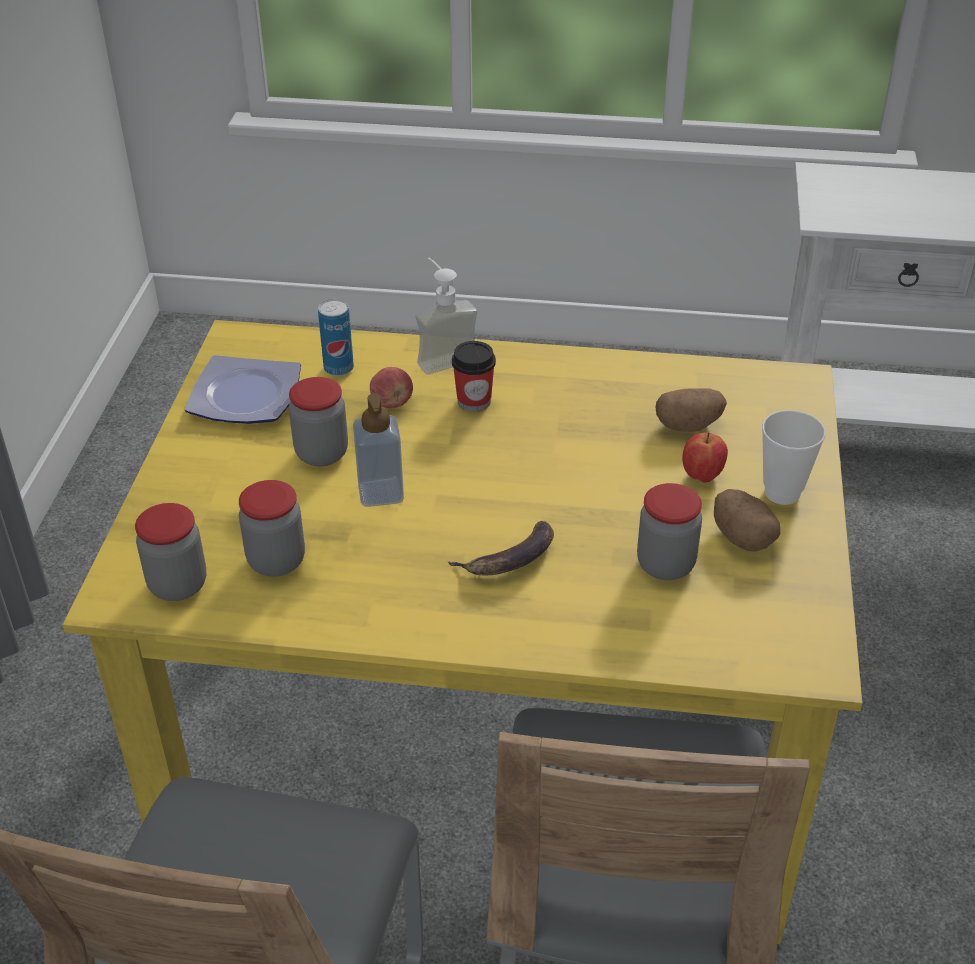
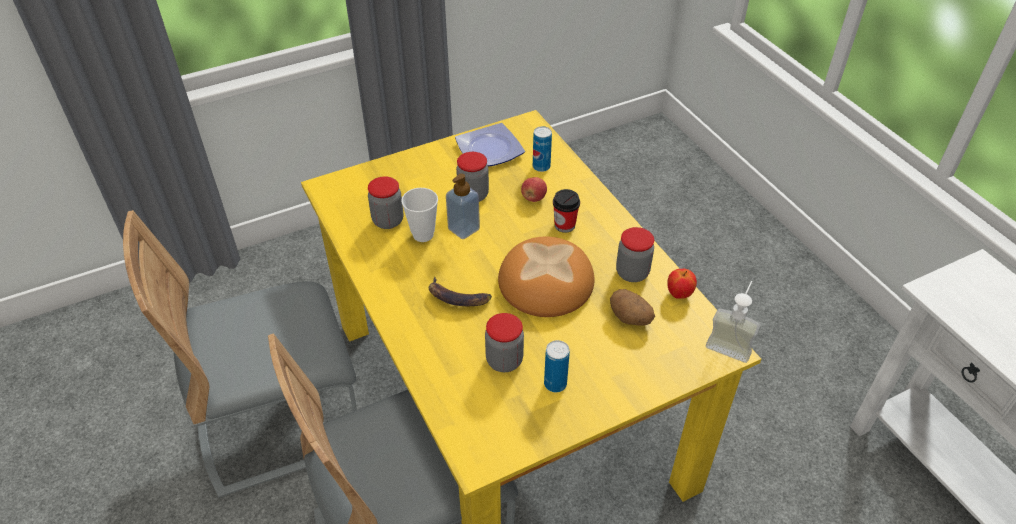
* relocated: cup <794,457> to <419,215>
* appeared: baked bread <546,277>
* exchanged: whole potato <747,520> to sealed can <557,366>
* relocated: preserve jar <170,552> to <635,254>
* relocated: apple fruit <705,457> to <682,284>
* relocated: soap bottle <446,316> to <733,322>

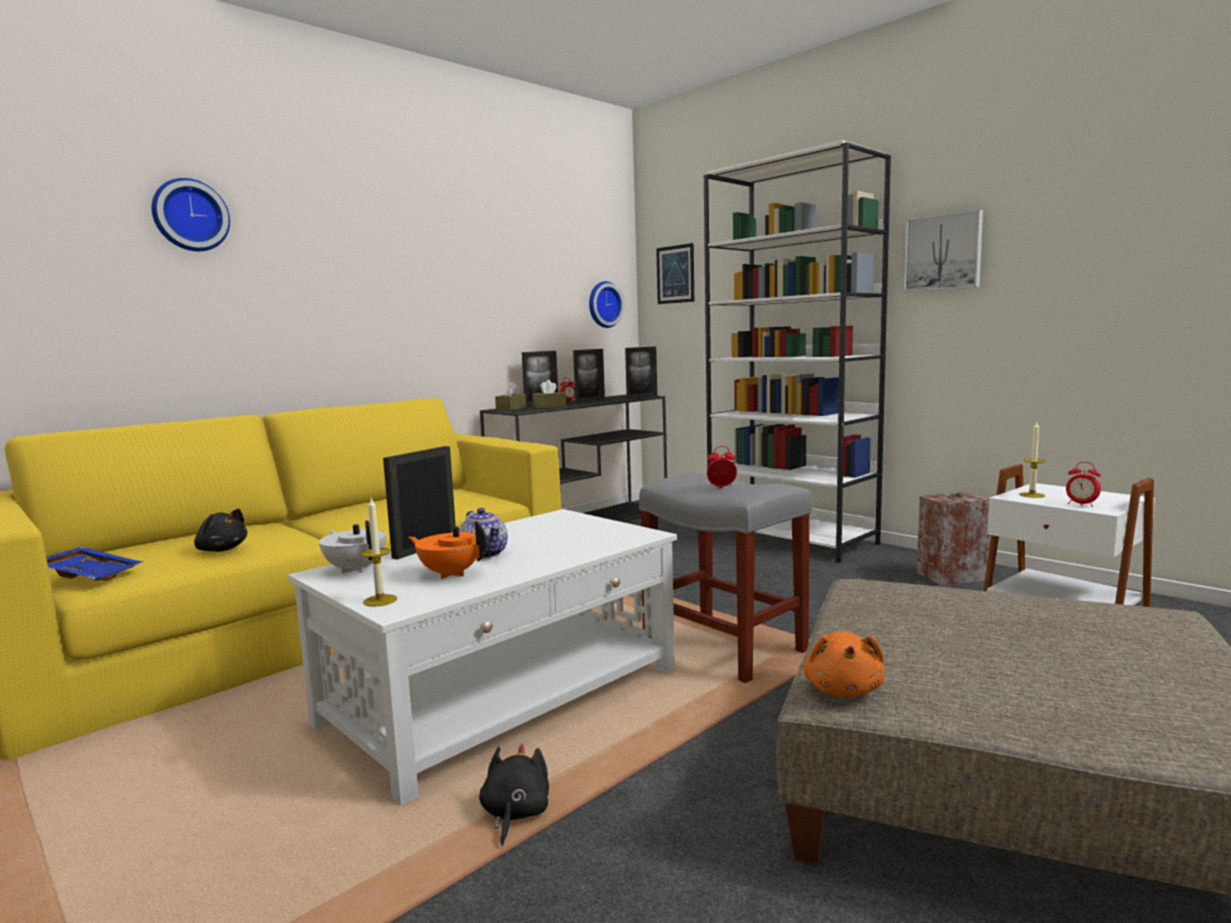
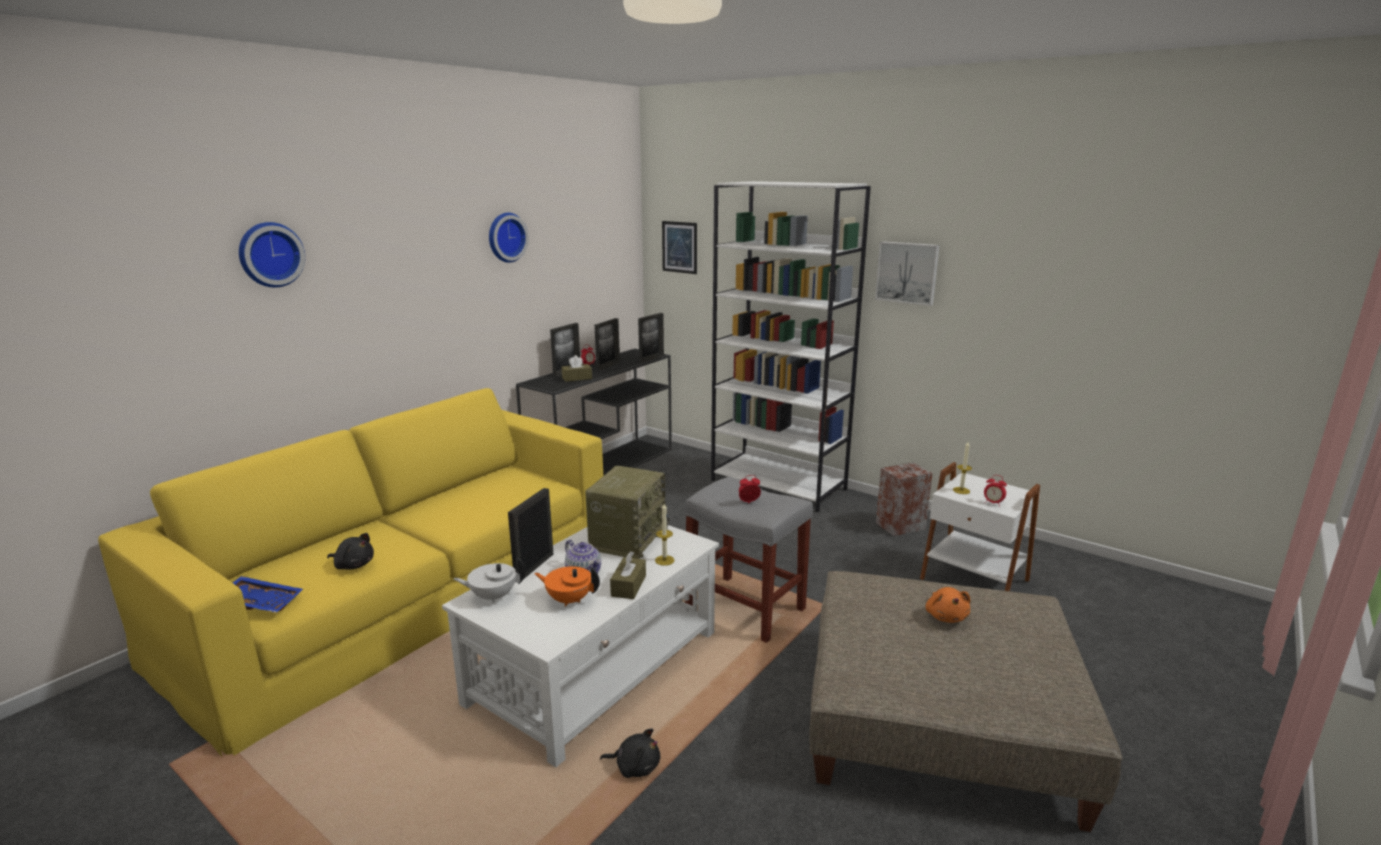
* spun: whitish teapot <352,547> = <489,580> 45 degrees counterclockwise
* relocated: wall clock <606,304> to <509,238>
* appeared: radio <627,512>
* spun: black-coloured plush toy <514,794> = <630,753> 105 degrees clockwise
* relocated: brownish box of tissues <510,396> to <628,575>
* relocated: candle <379,552> to <665,535>
* relocated: orange-coloured plush toy <844,664> to <948,605>

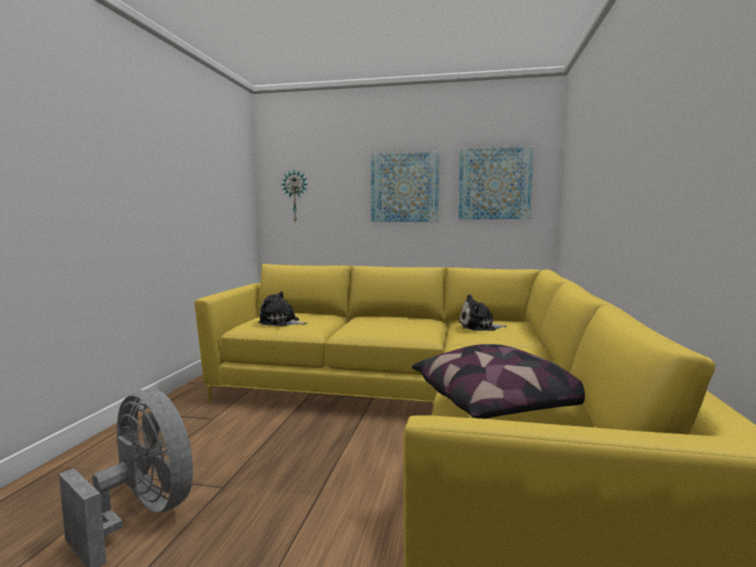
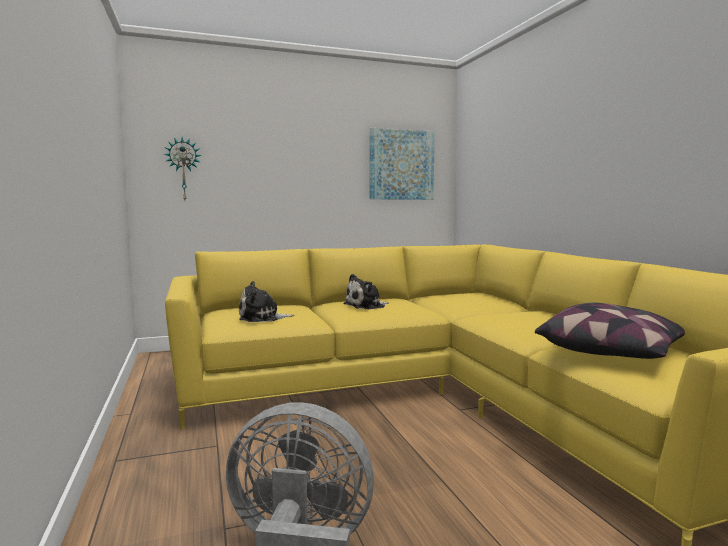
* relocated: plush toy <483,312> to <366,292>
* missing: wall picture <405,186>

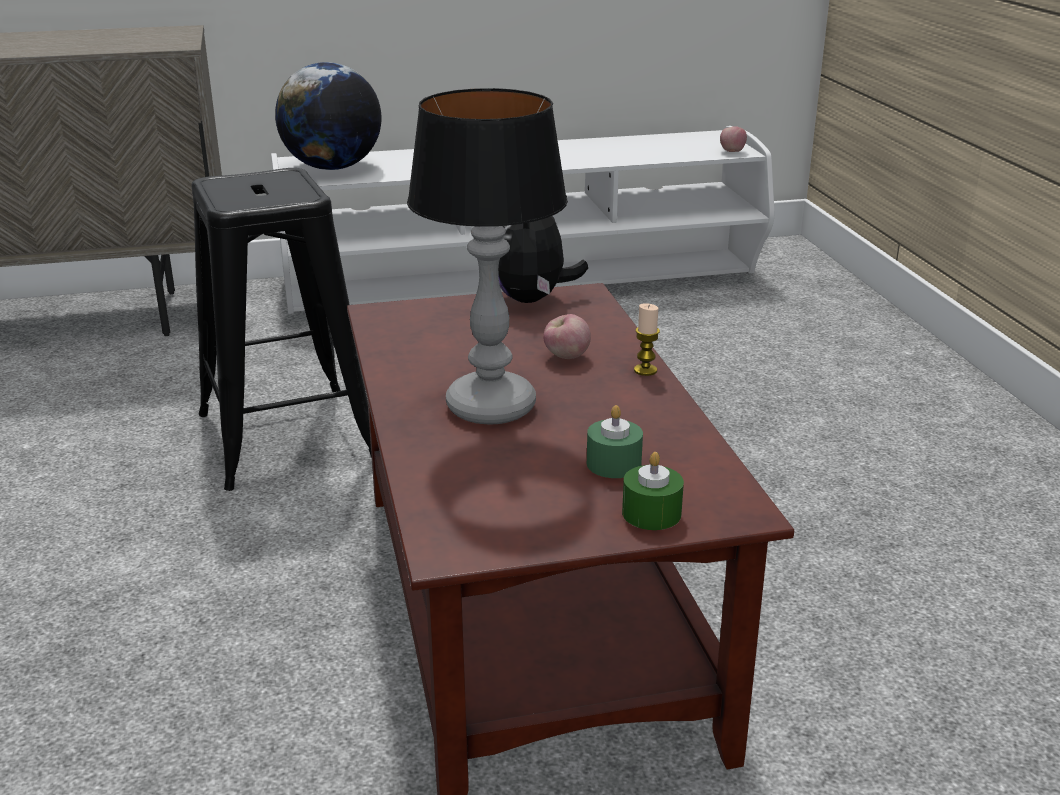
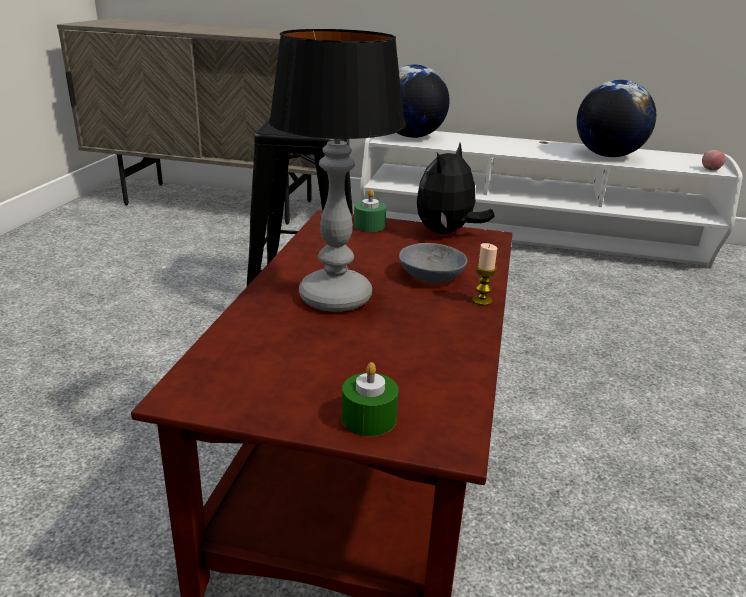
* relocated: green-coloured candle <615,441> to <370,210>
* exchanged: apple fruit <567,336> to grey deep dish <433,263>
* appeared: world globe <616,118>

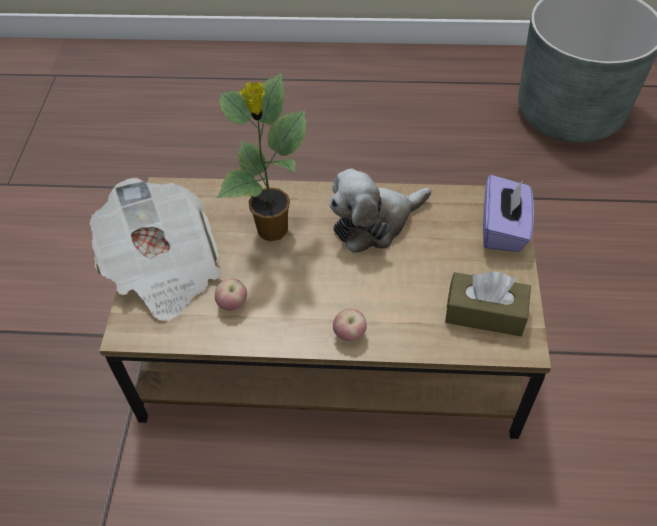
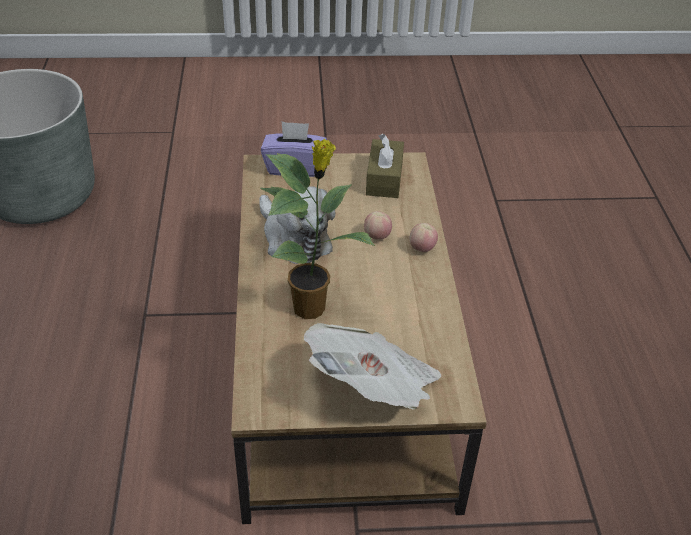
* relocated: apple fruit <231,294> to <378,225>

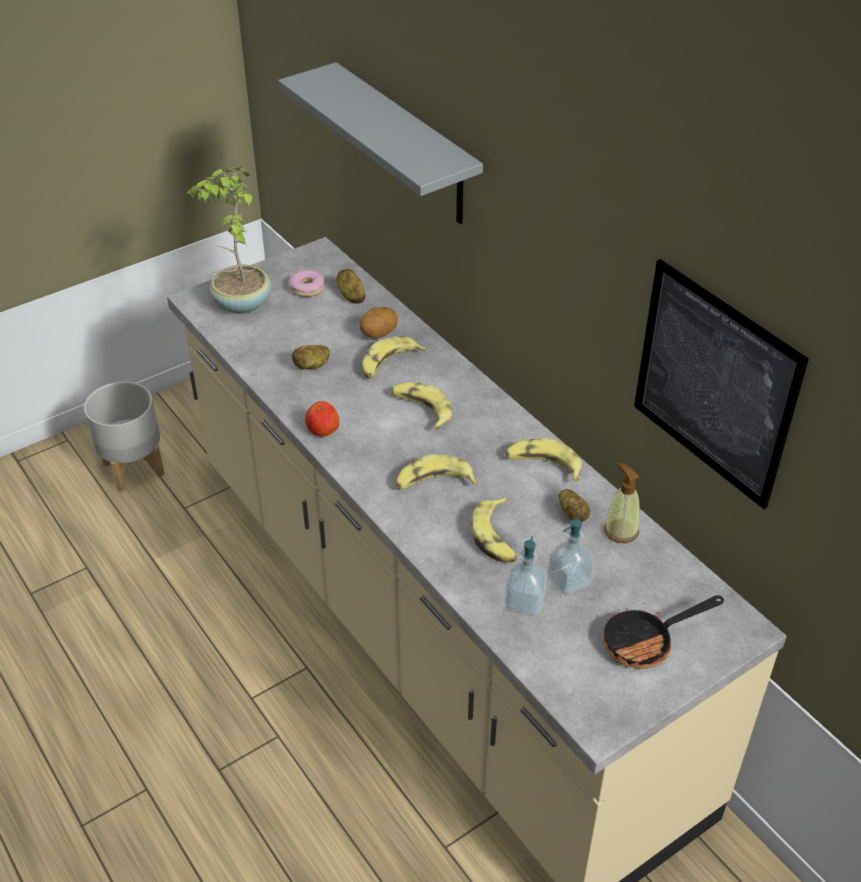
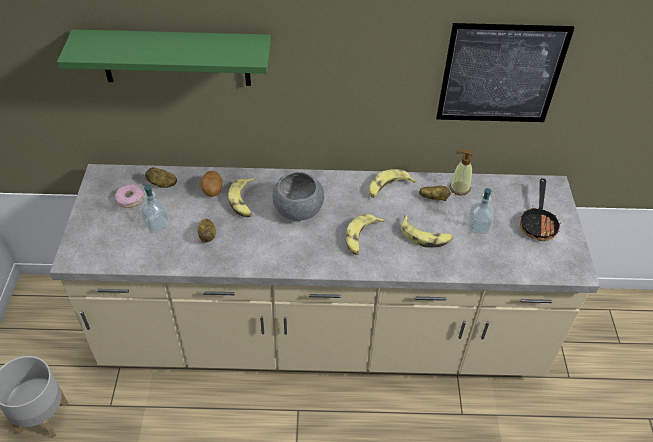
* colour: grey wall shelf <380,143> to green-coloured wall shelf <164,57>
* relocated: soap bottle <526,575> to <155,208>
* exchanged: whole banana <421,406> to grey deep dish <298,196>
* missing: houseplant <229,240>
* missing: apple fruit <322,418>

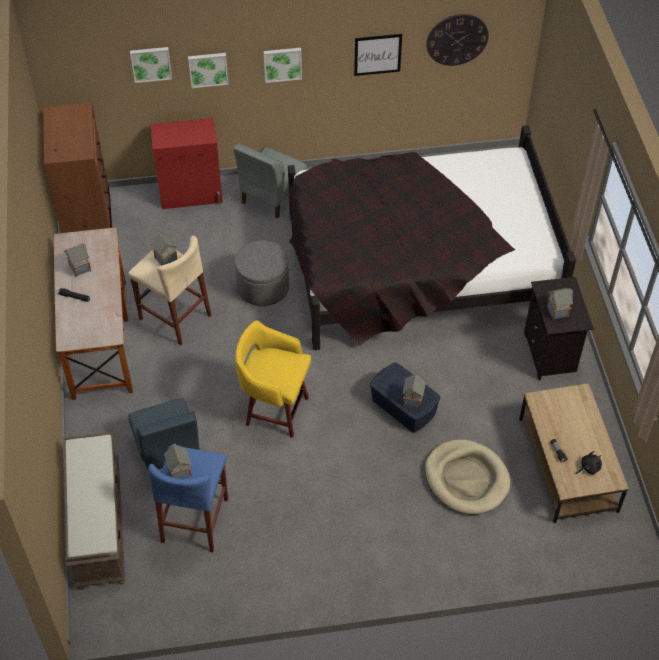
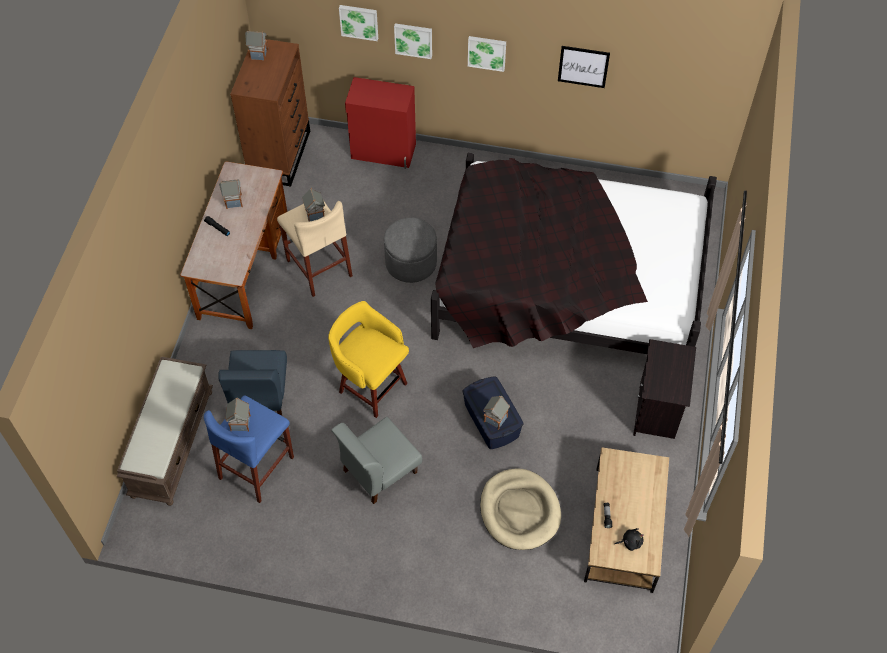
* relocated: miniature house <560,304> to <257,45>
* relocated: grey upright chair <270,180> to <376,460>
* missing: wall clock <457,40>

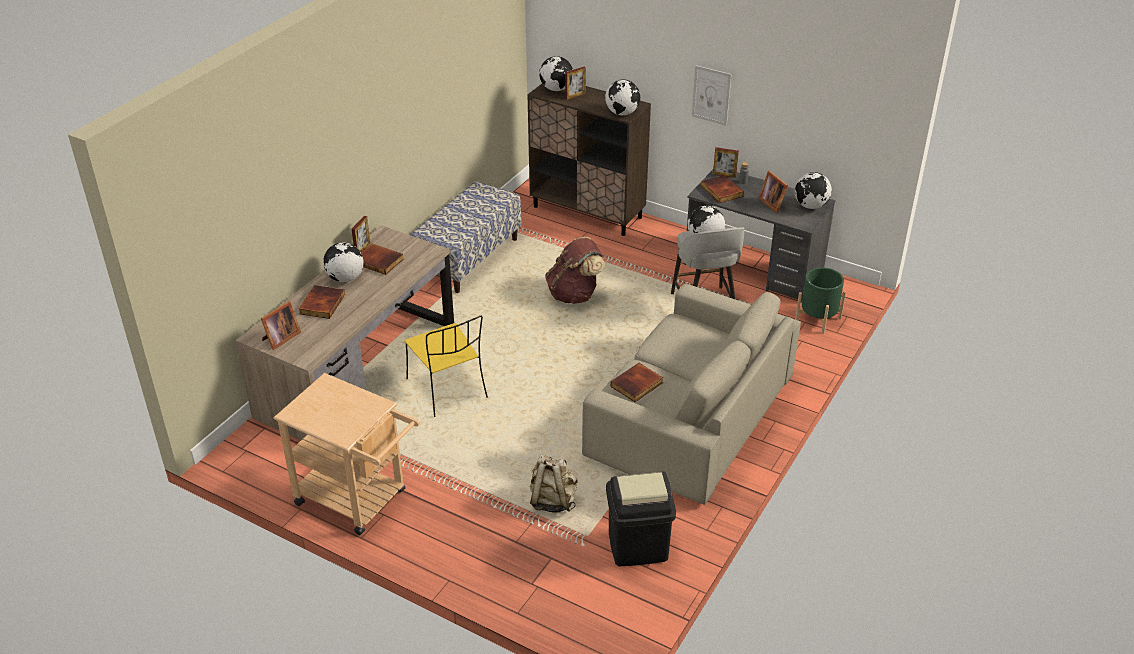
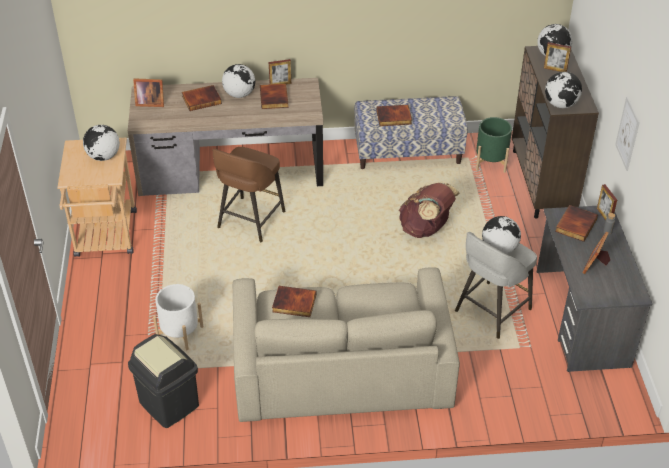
* relocated: world globe <813,190> to <101,143>
* exchanged: beige rucksack <553,484> to whitish plant pot <178,317>
* exchanged: yellow-coloured upright chair <446,366> to brownish sitting stool <248,194>
* appeared: volume <394,115>
* relocated: green-coloured plant pot <820,300> to <494,145>

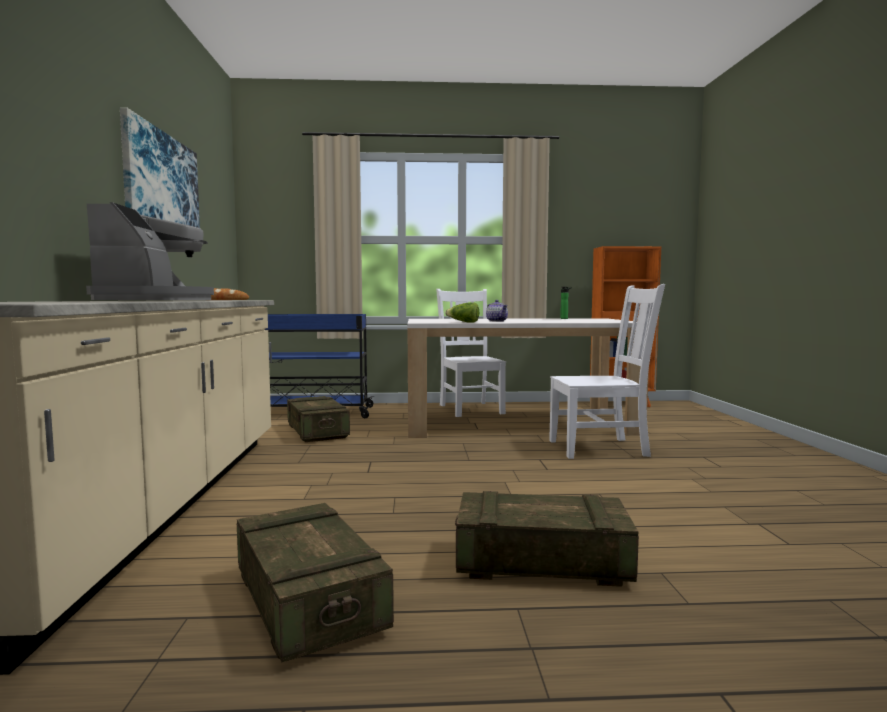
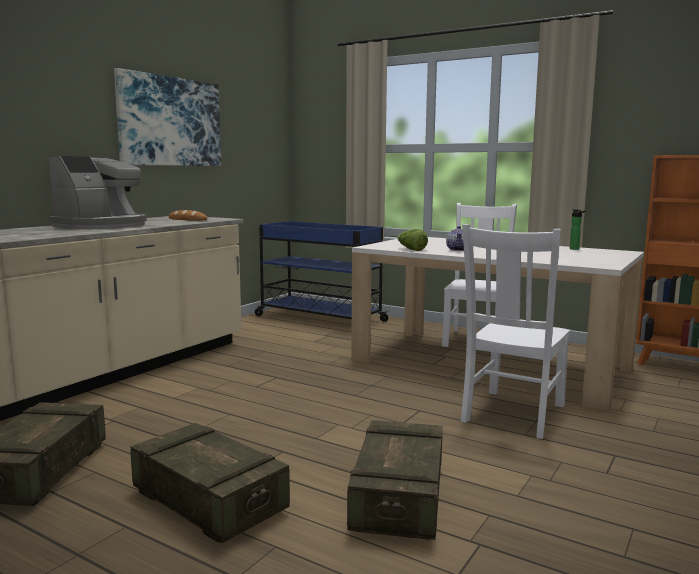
* relocated: crate <318,419> to <395,480>
* spun: whitish upright chair <607,371> = <515,331> 90 degrees clockwise

